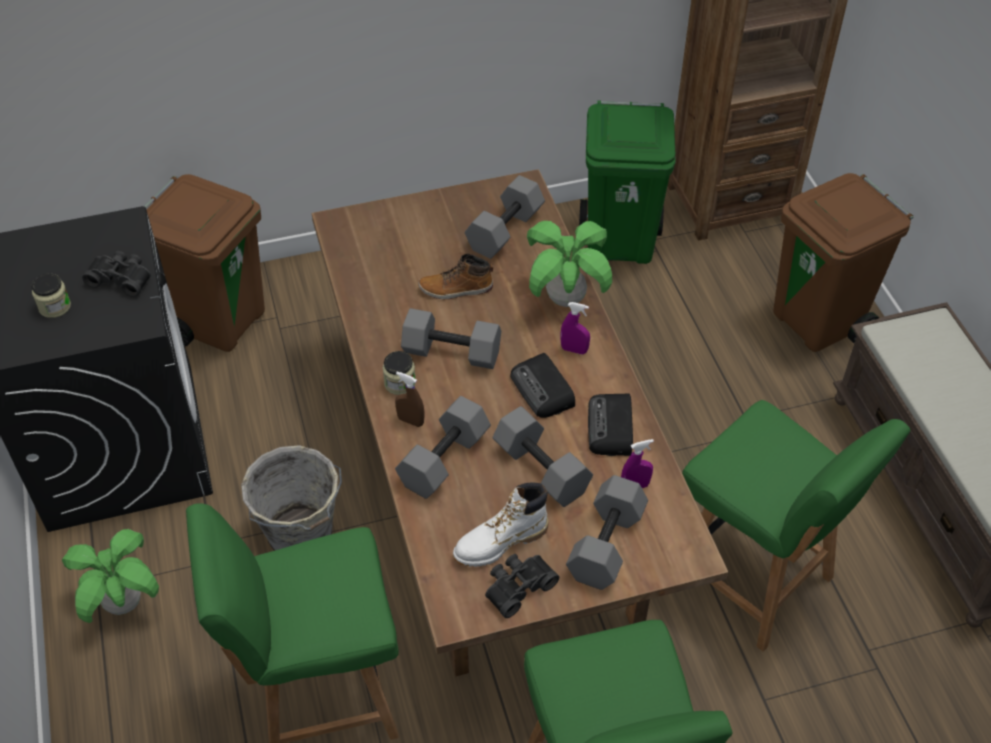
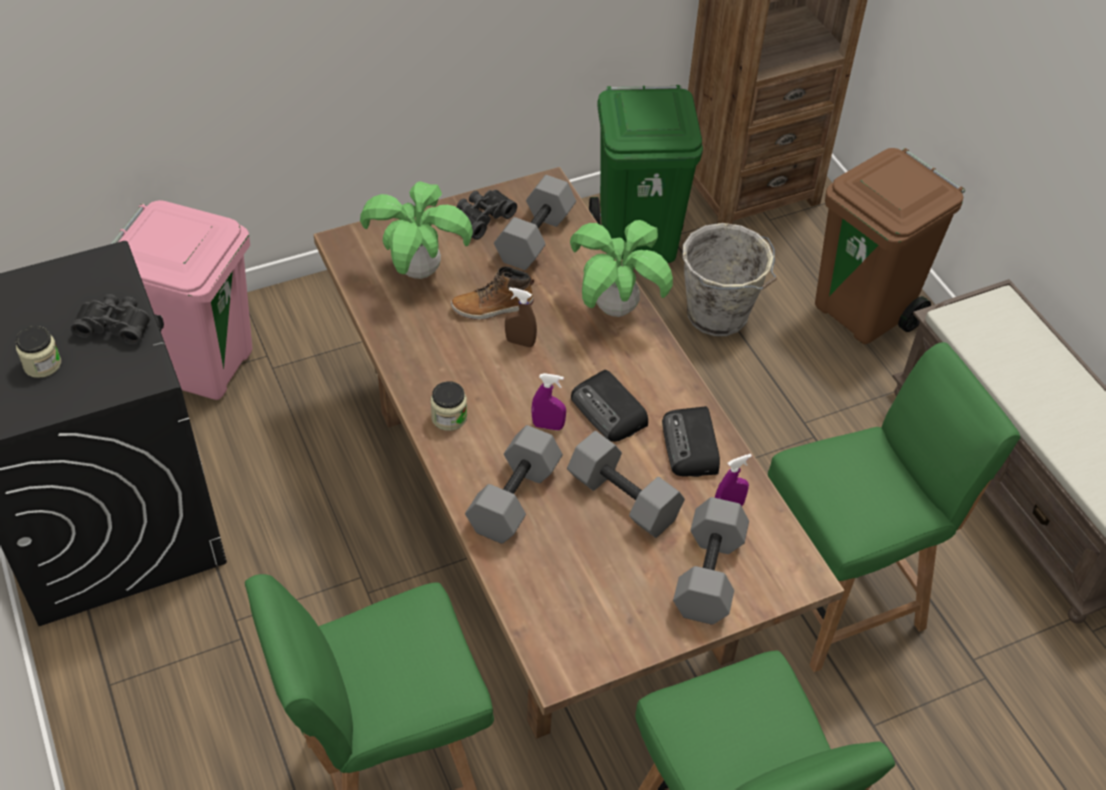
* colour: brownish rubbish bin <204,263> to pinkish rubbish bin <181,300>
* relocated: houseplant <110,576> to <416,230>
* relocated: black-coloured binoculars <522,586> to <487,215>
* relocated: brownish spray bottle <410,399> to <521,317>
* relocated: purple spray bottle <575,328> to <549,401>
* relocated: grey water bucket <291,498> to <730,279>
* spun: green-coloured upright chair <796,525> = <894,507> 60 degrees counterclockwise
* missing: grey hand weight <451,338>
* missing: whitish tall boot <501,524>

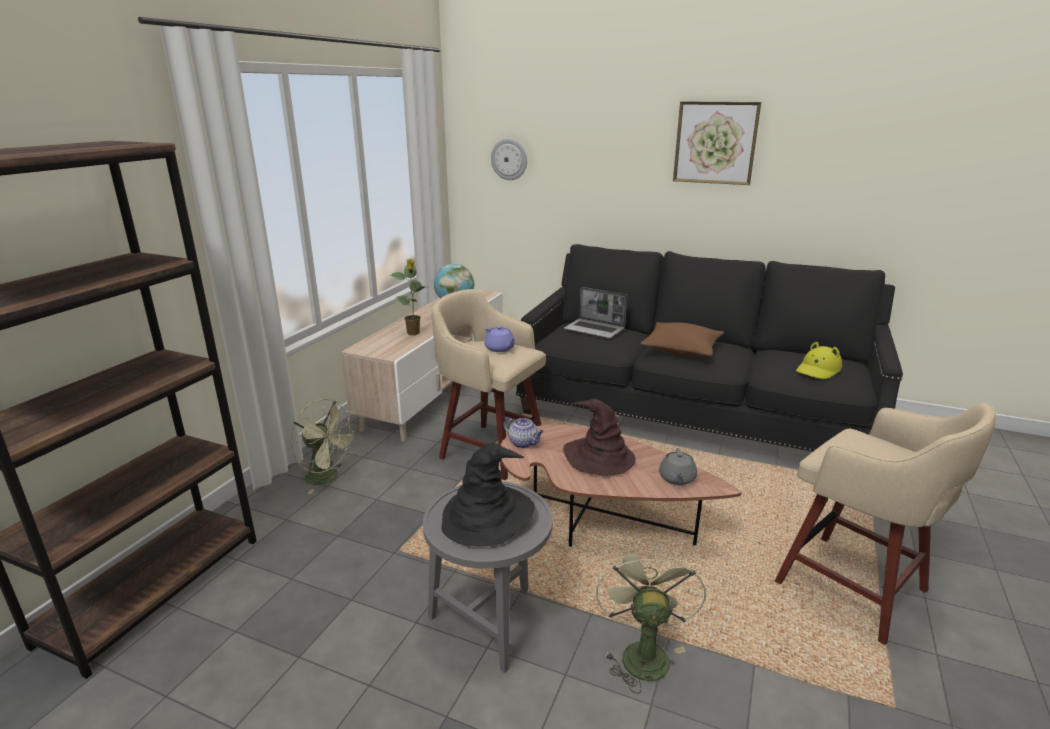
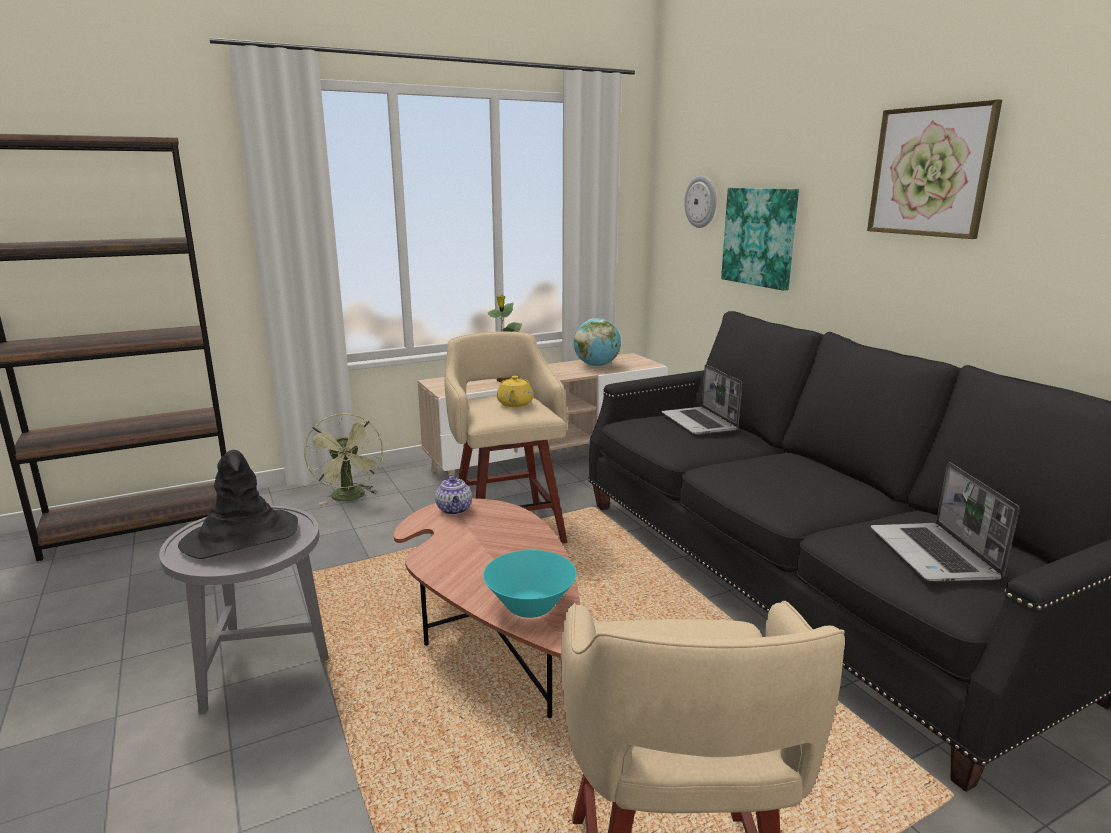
* exchanged: grey teapot <678,466> to turquoise deep dish <530,584>
* colour: purple teapot <500,339> to yellow-coloured teapot <515,391>
* appeared: wall picture <760,239>
* exchanged: yellow-coloured wearable hat <819,360> to notebook computer <945,522>
* missing: brownish wearable hat <599,437>
* missing: green-coloured fan <651,618>
* missing: brownish cushion <682,339>

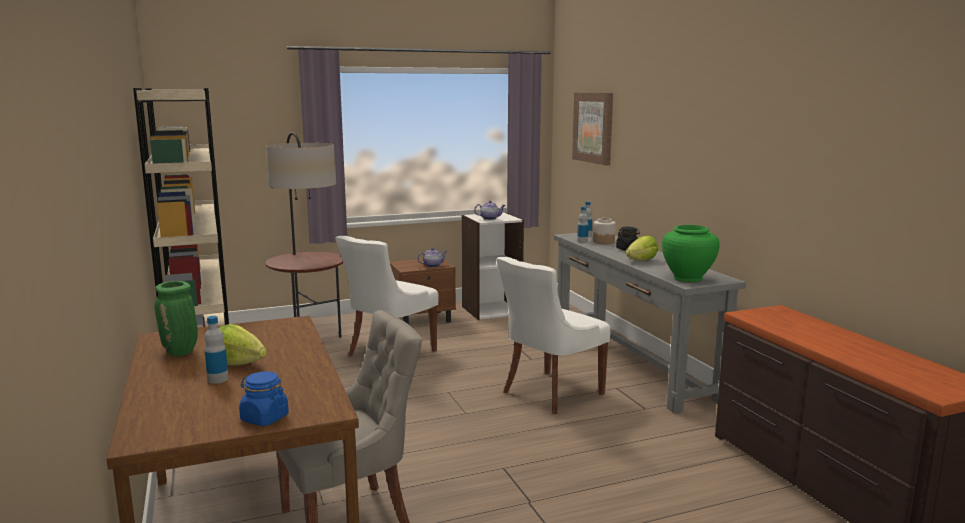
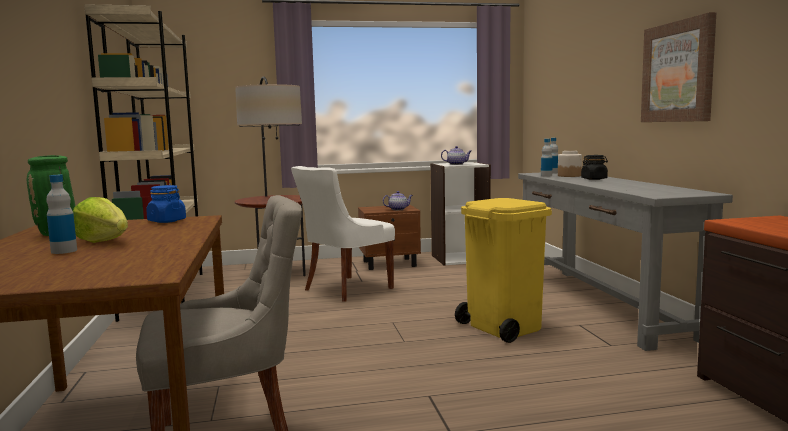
* relocated: blue preserve jar <264,398> to <166,204>
* exchanged: whitish upright chair <553,335> to yellow-coloured rubbish bin <503,270>
* relocated: wall picture <592,129> to <678,67>
* missing: lettuce head <642,247>
* missing: green-coloured flower vase <691,253>

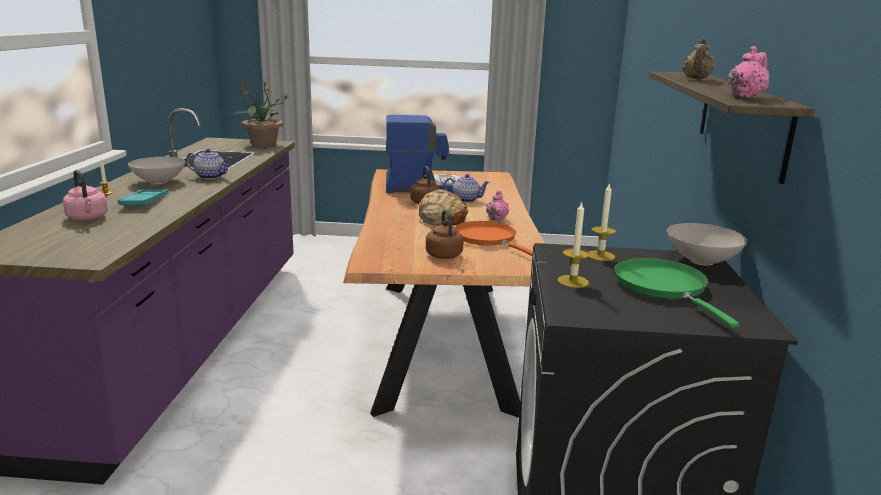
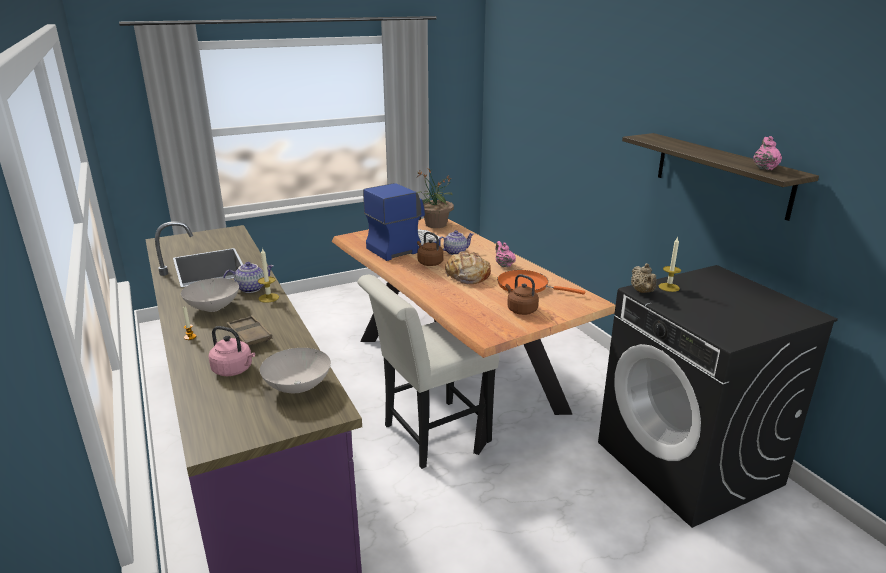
* colour: turquoise serving tray <143,198> to brownish serving tray <250,331>
* relocated: candle <574,245> to <268,275>
* relocated: whitish deep dish <707,244> to <295,370>
* appeared: whitish upright chair <428,372>
* relocated: houseplant <259,113> to <435,198>
* relocated: beige teapot <698,58> to <644,278>
* missing: green-coloured pan <676,293>

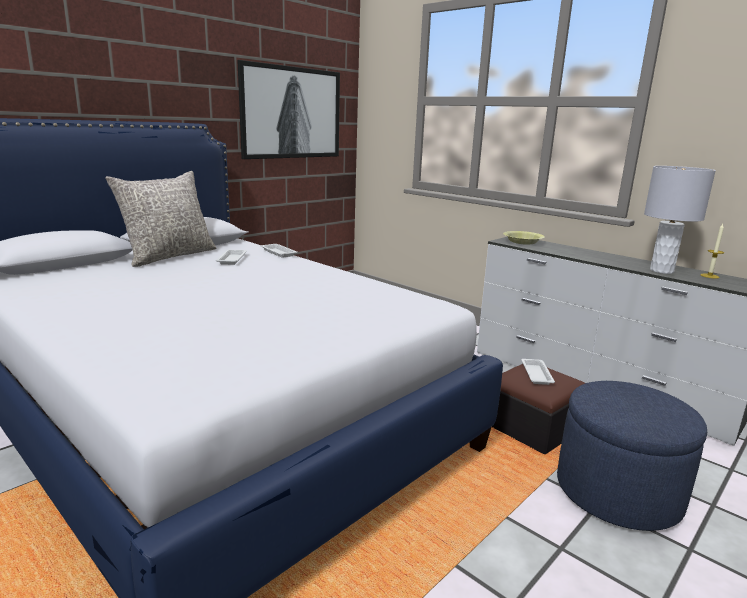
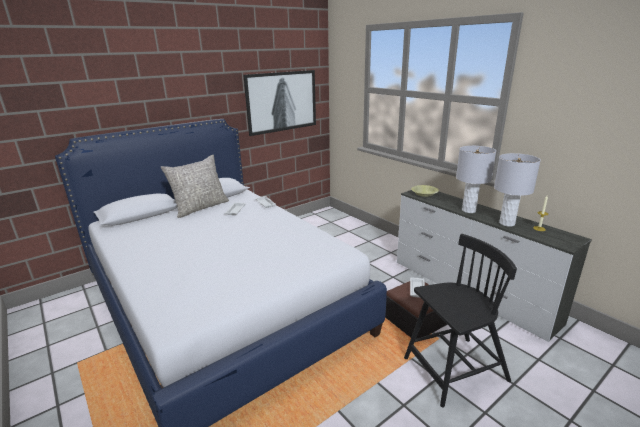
* exchanged: blue footrest <632,456> to black-coloured upright chair <460,321>
* appeared: grey lamp for a table <476,179>

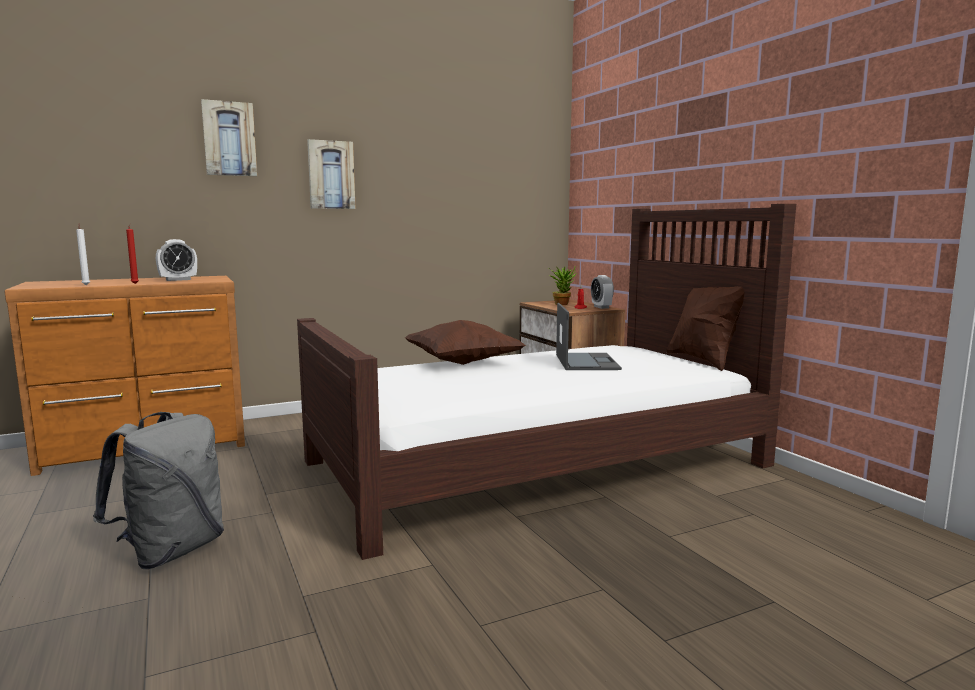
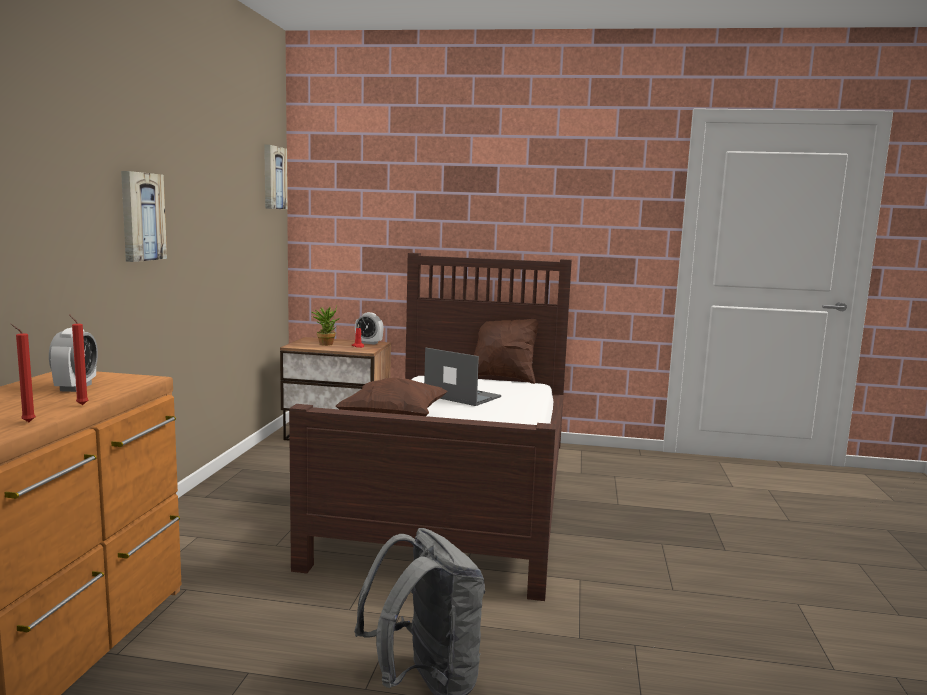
* colour: whitish candle <83,254> to red-coloured candle <23,373>
* relocated: wall picture <229,137> to <276,177>

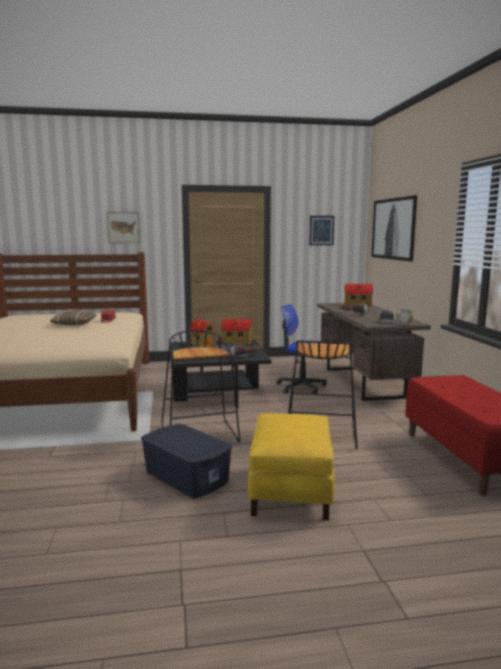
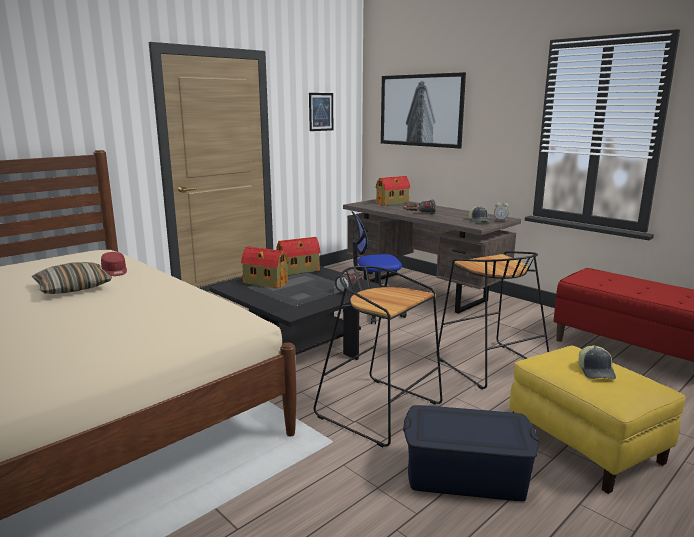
* appeared: cap <597,362>
* missing: wall picture <123,227>

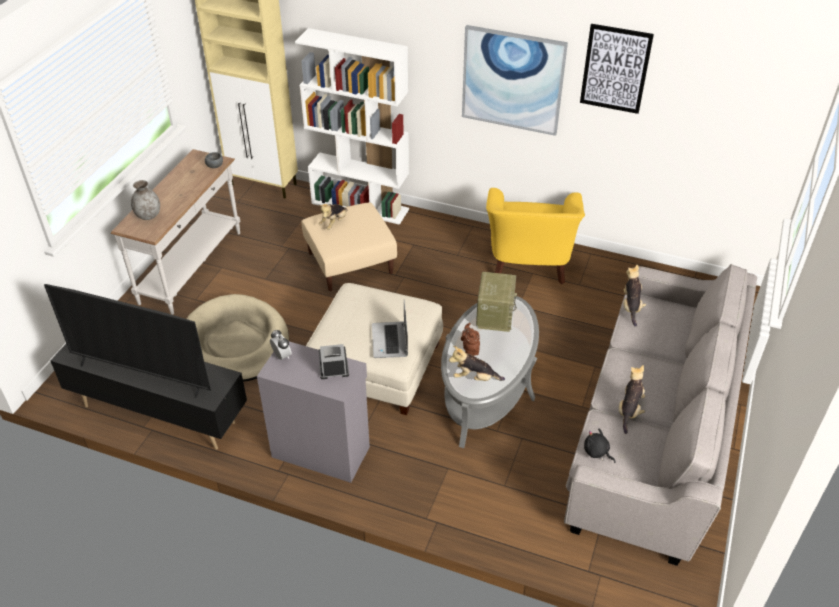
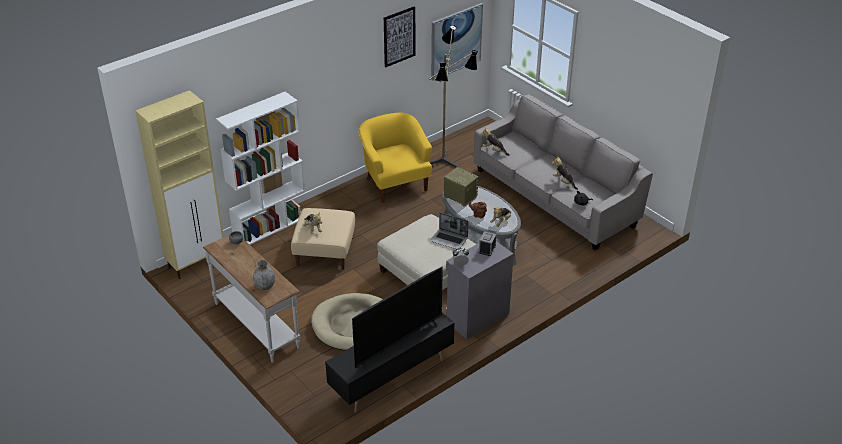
* spun: yellow-coloured armchair <535,236> = <395,158> 150 degrees counterclockwise
* appeared: floor lamp <453,96>
* relocated: wall picture <515,80> to <457,42>

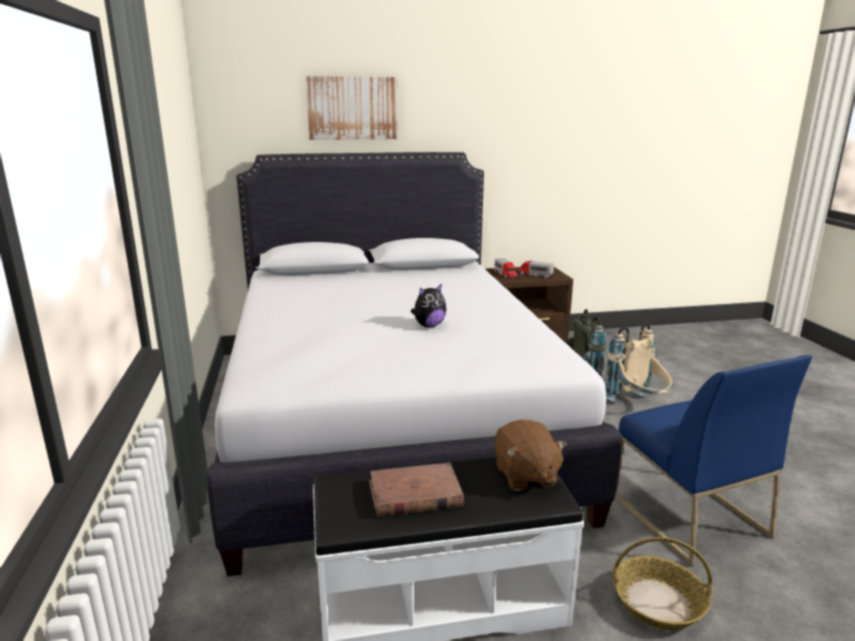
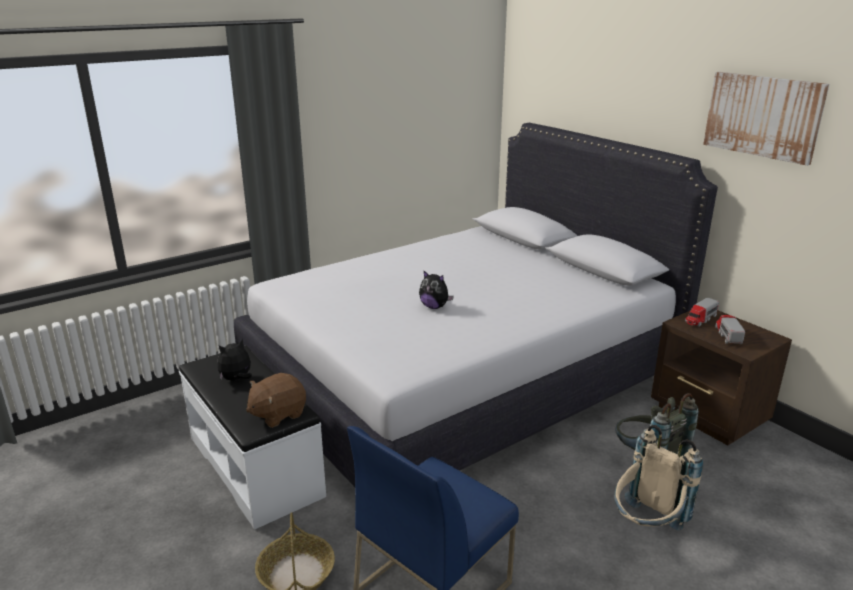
* exchanged: brownish volume <416,489> to plush toy <234,359>
* relocated: wall picture <352,108> to <766,119>

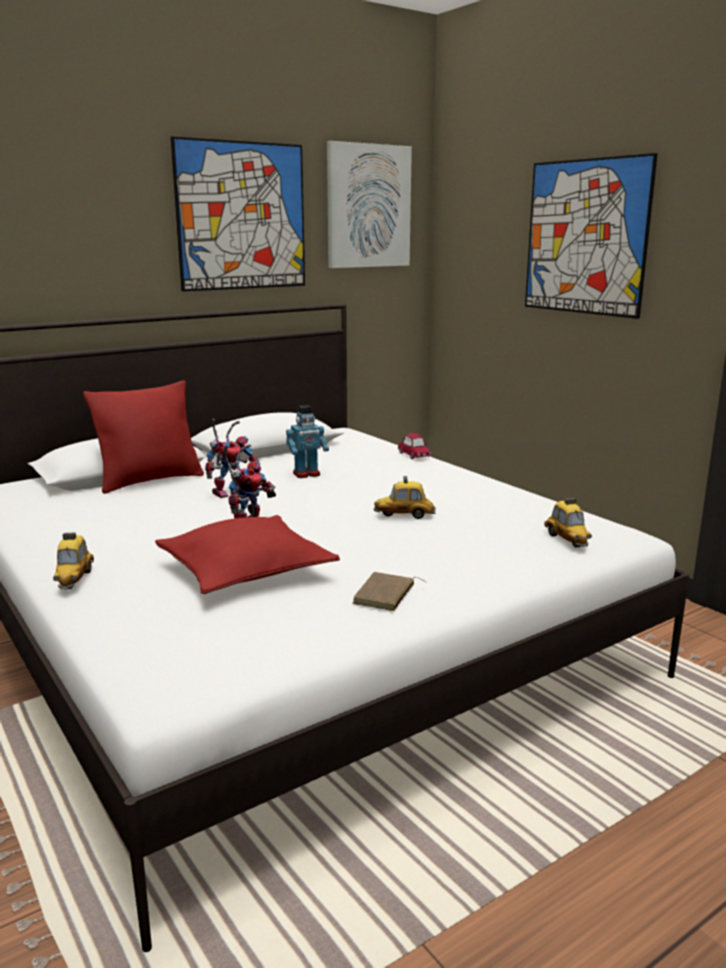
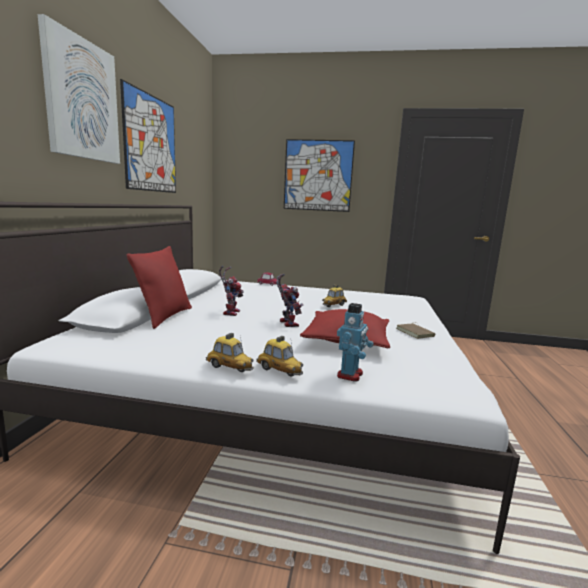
* relocated: wall picture <369,204> to <79,89>
* relocated: model car <568,523> to <229,352>
* relocated: robot figure <307,441> to <355,342>

